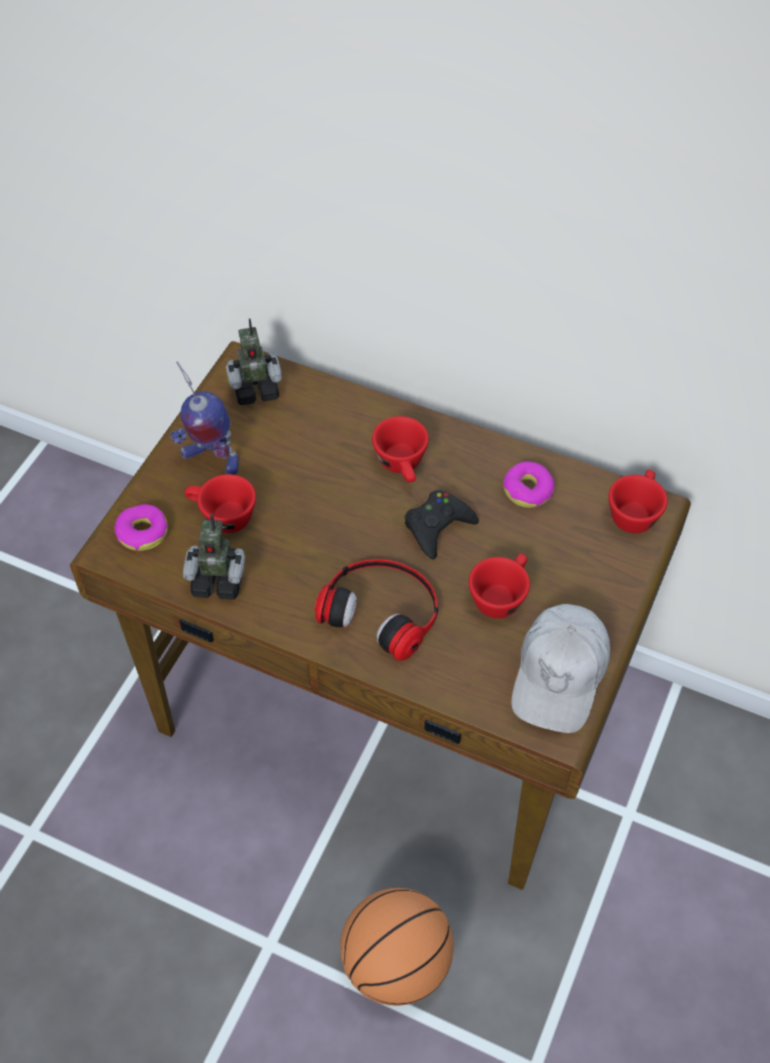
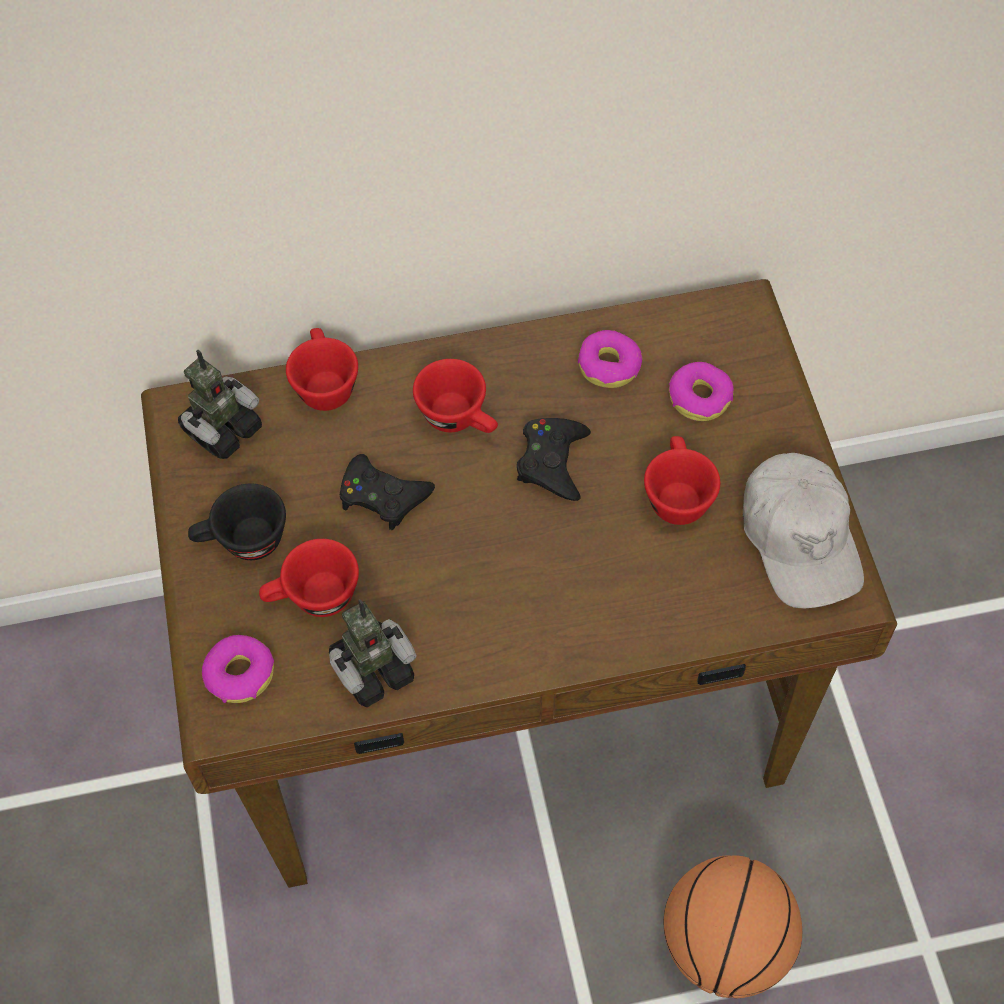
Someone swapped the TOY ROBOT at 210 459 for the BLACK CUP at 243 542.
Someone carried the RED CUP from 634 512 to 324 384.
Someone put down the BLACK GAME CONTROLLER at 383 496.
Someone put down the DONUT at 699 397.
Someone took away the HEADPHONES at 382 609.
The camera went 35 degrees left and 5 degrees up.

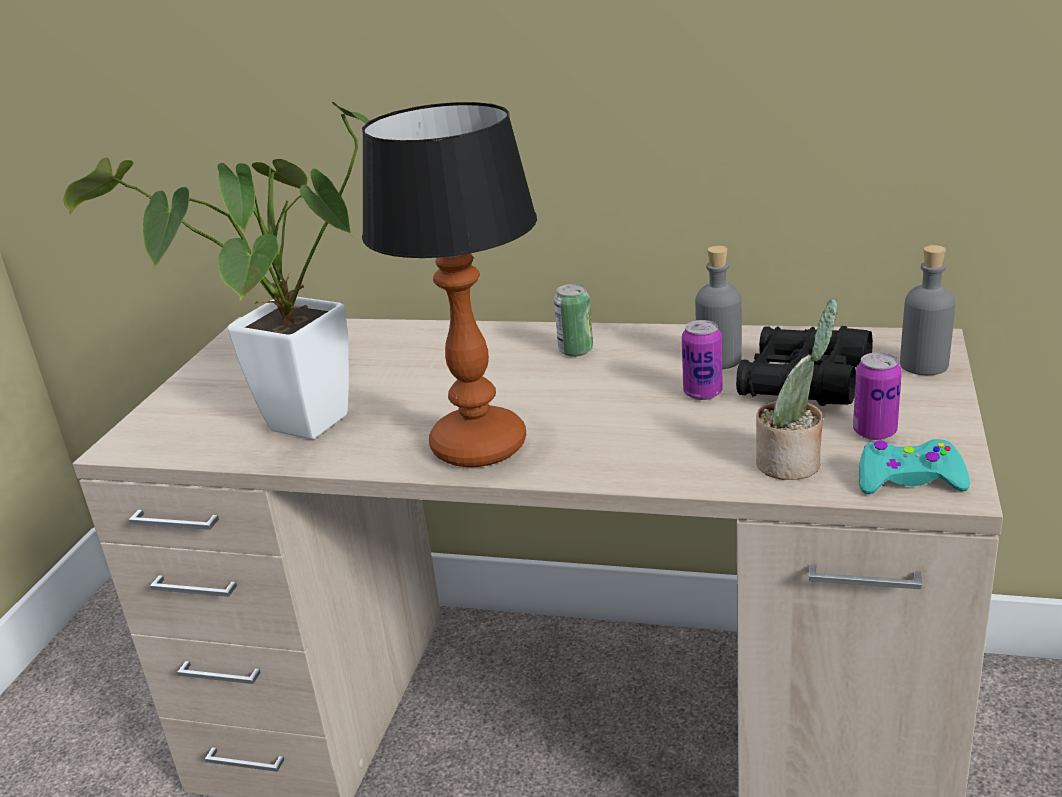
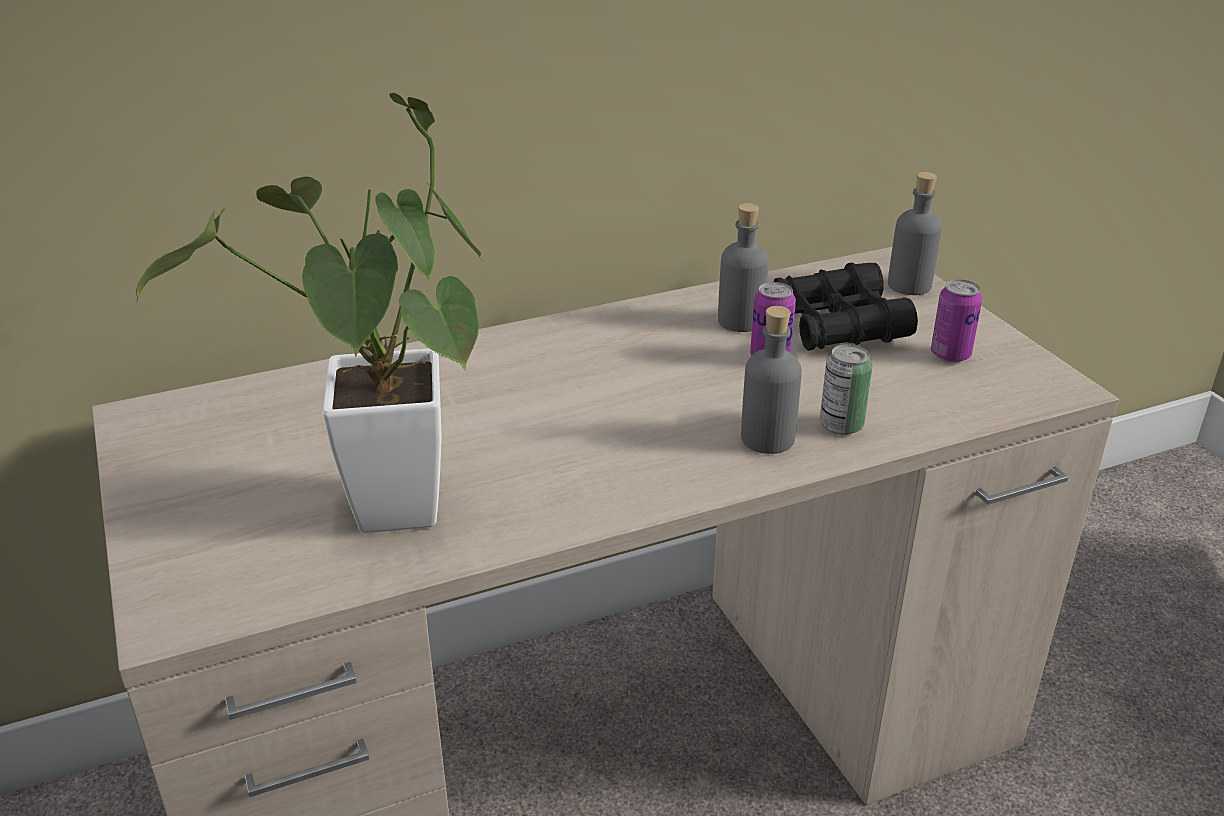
Someone put down the GREY BOTTLE at 767 439.
Someone carried the CAN from 576 350 to 841 425.
Someone took away the TABLE LAMP at 476 446.
Someone took away the POTTED PLANT at 793 463.
Someone took away the TURQUOISE GAME CONTROLLER at 909 480.
The camera went 40 degrees left and 5 degrees up.

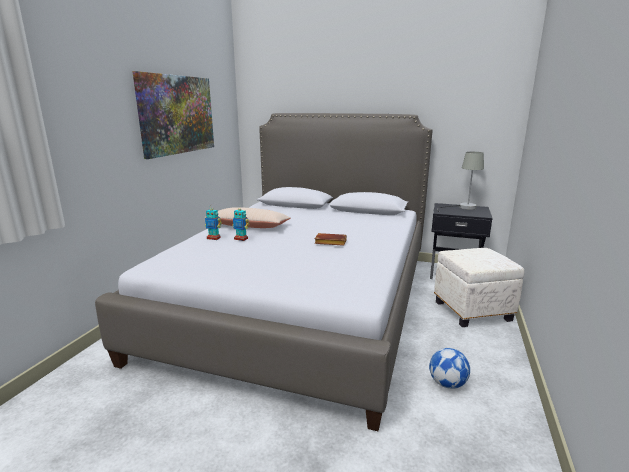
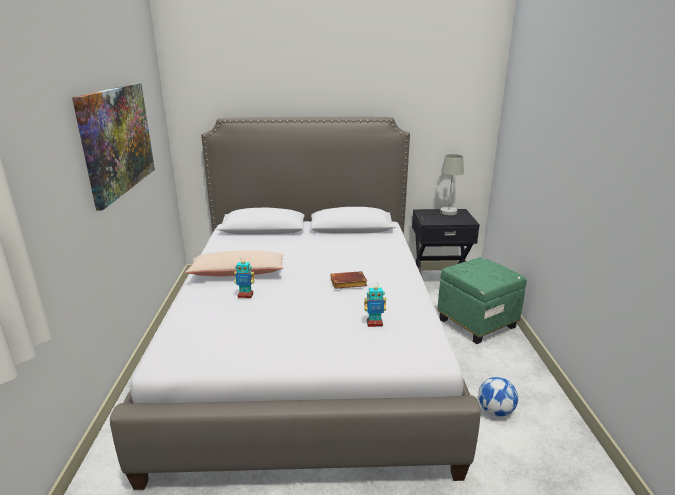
Someone carried the TOY ROBOT from 213 238 to 374 323.
Someone repainted the WHITE OTTOMAN at 471 311, which became the GREEN OTTOMAN at 476 324.
The camera went 20 degrees left and 5 degrees up.

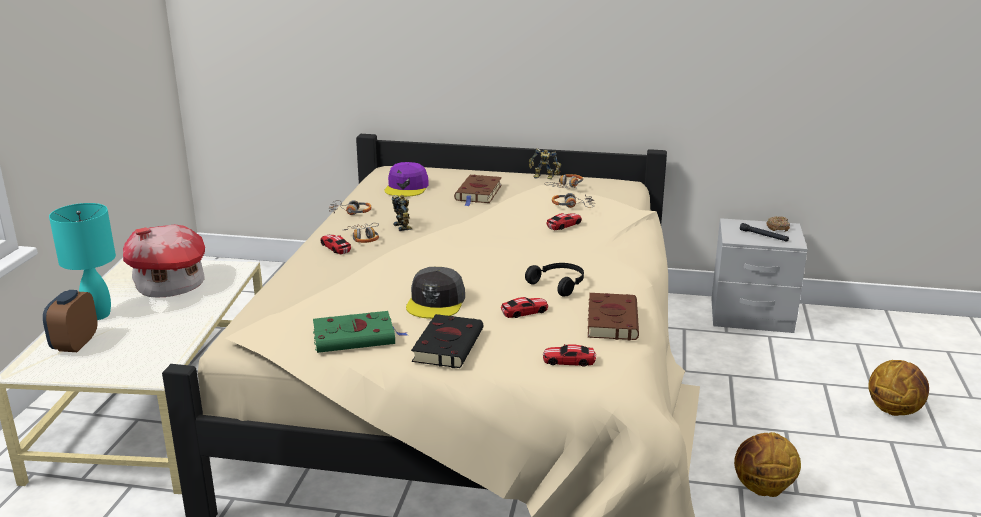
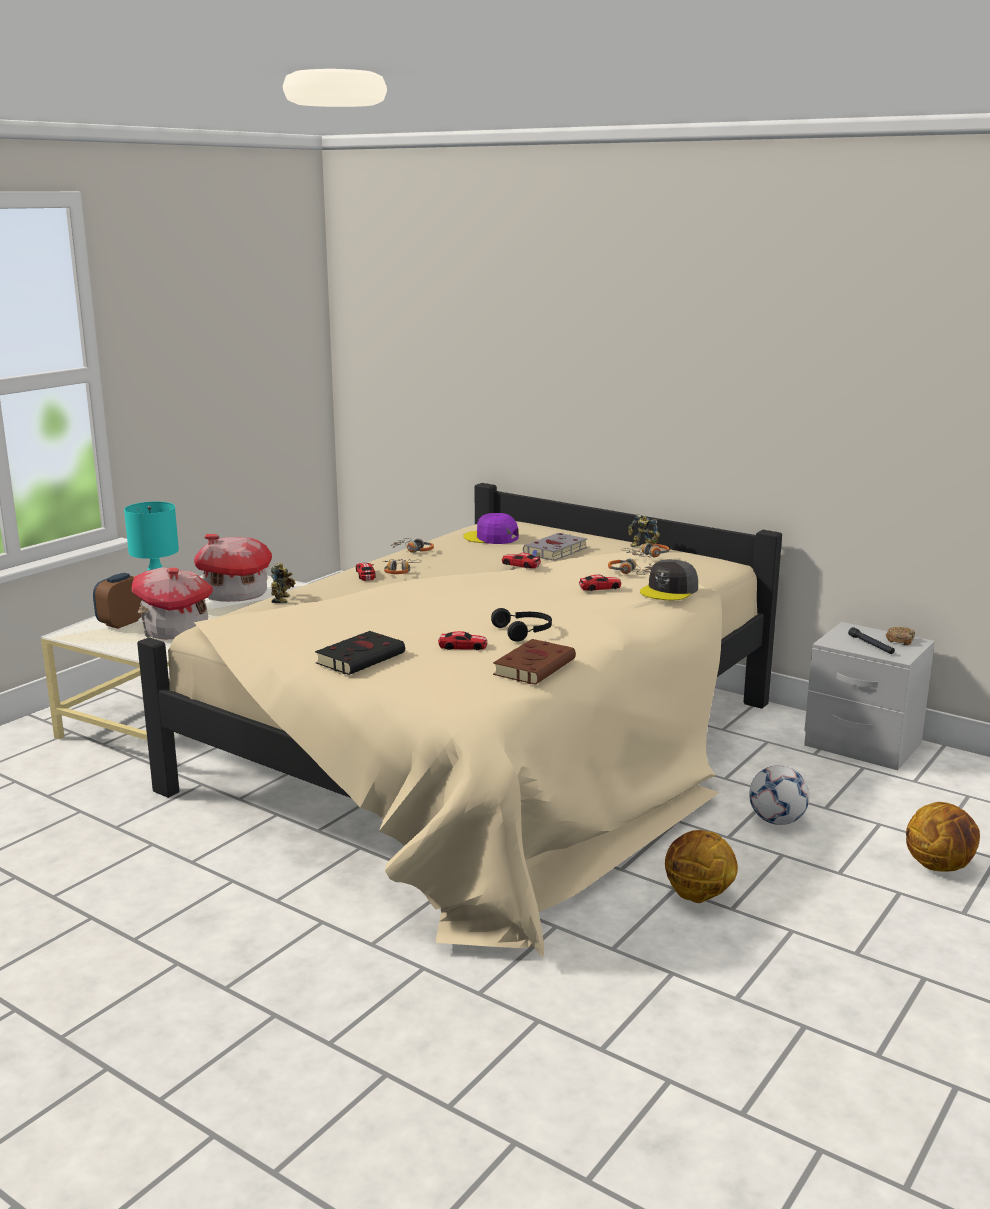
Someone put down the TOY HOUSE at 174 630.
Someone carried the TOY ROBOT from 404 226 to 283 599.
Someone rotated the PURPLE CAP at 407 187 by 75 degrees clockwise.
Someone carried the TOY CAR from 569 360 to 520 564.
Someone repainted the BROWN BOOK at 478 193, which became the GREY BOOK at 554 552.
Someone carried the GREY CAP from 436 302 to 669 590.
Someone put down the FOOTBALL at 776 821.
Someone took away the GREEN BOOK at 356 337.
The camera went 25 degrees right and 5 degrees down.

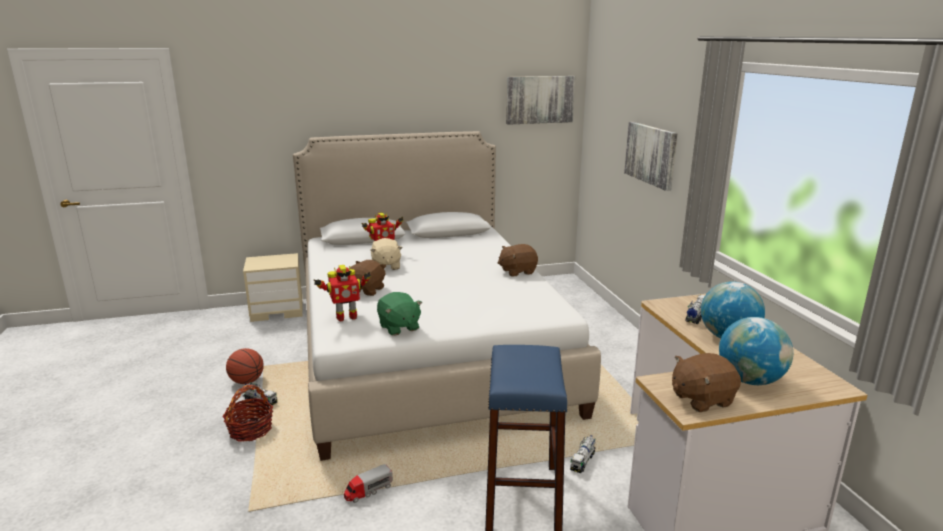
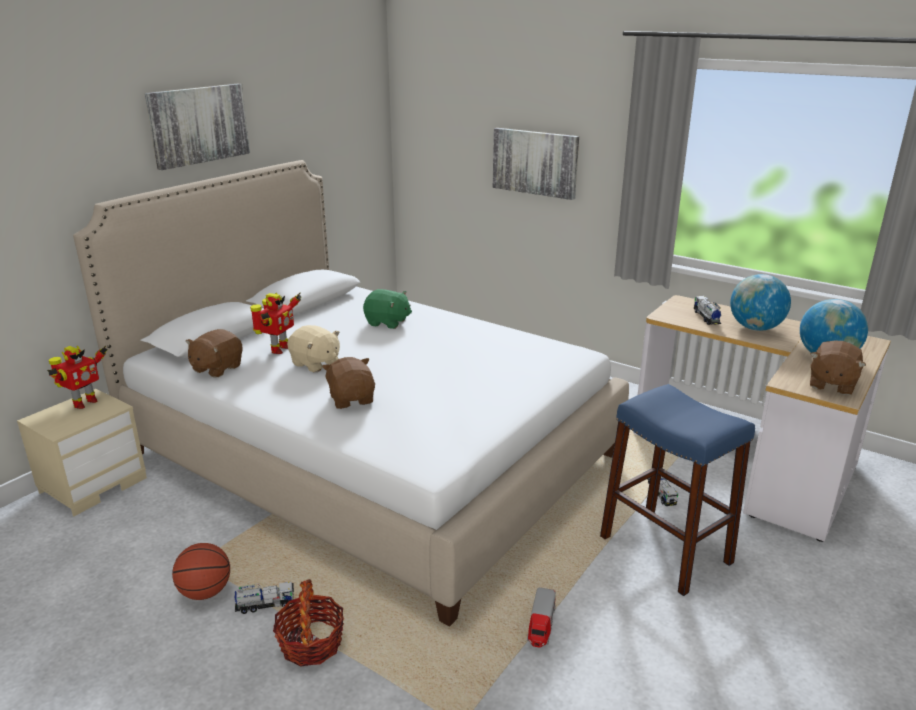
Someone carried the TOY ROBOT from 345 317 to 83 403.
Someone carried the PICTURE from 539 99 to 198 125.
Someone carried the BROWN PLUSH TOY from 517 271 to 216 368.
Someone carried the GREEN PLUSH TOY from 399 327 to 387 322.
The camera went 40 degrees left and 5 degrees up.

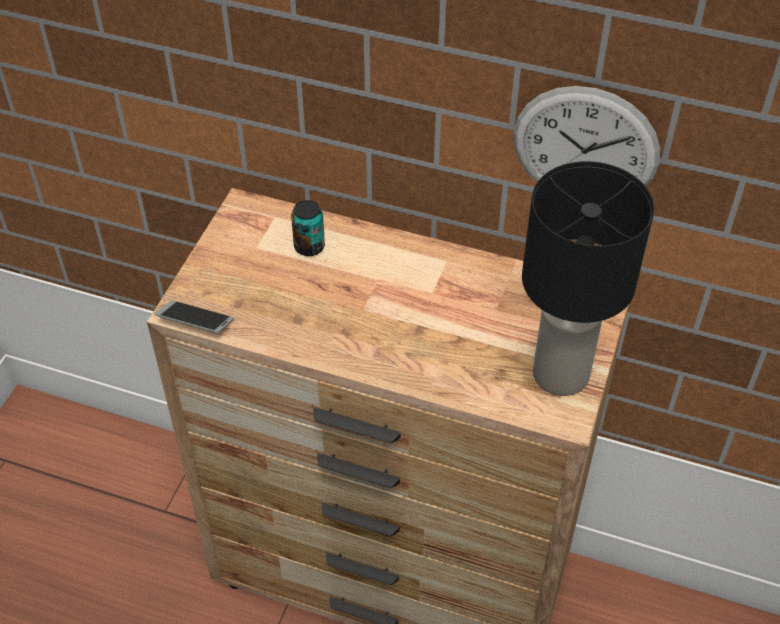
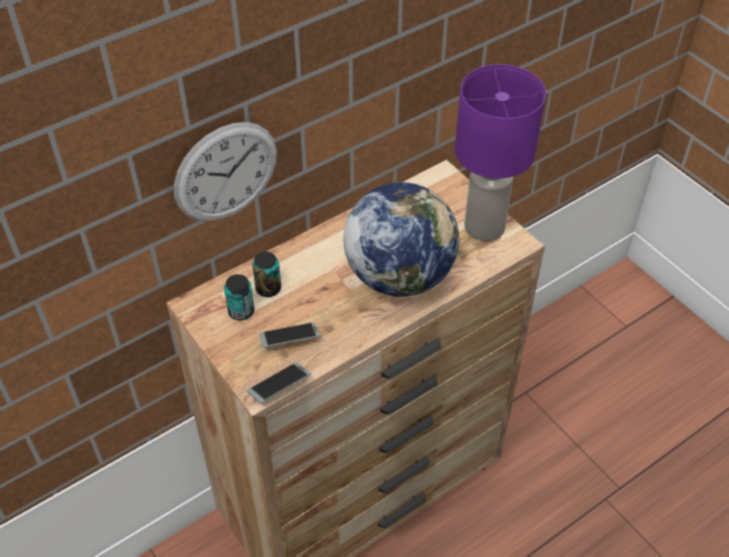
Someone carried the WALL CLOCK from 585 147 to 226 172.
Someone put down the CAN at 241 311.
Someone put down the PHONE at 289 339.
Someone put down the GLOBE at 399 275.
Someone repainted the BLACK TABLE LAMP at 559 374, which became the PURPLE TABLE LAMP at 483 228.
The camera went 55 degrees left and 0 degrees up.

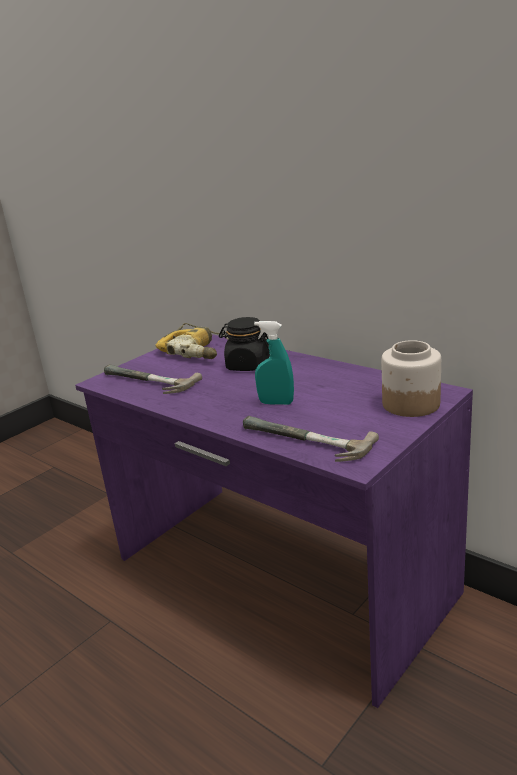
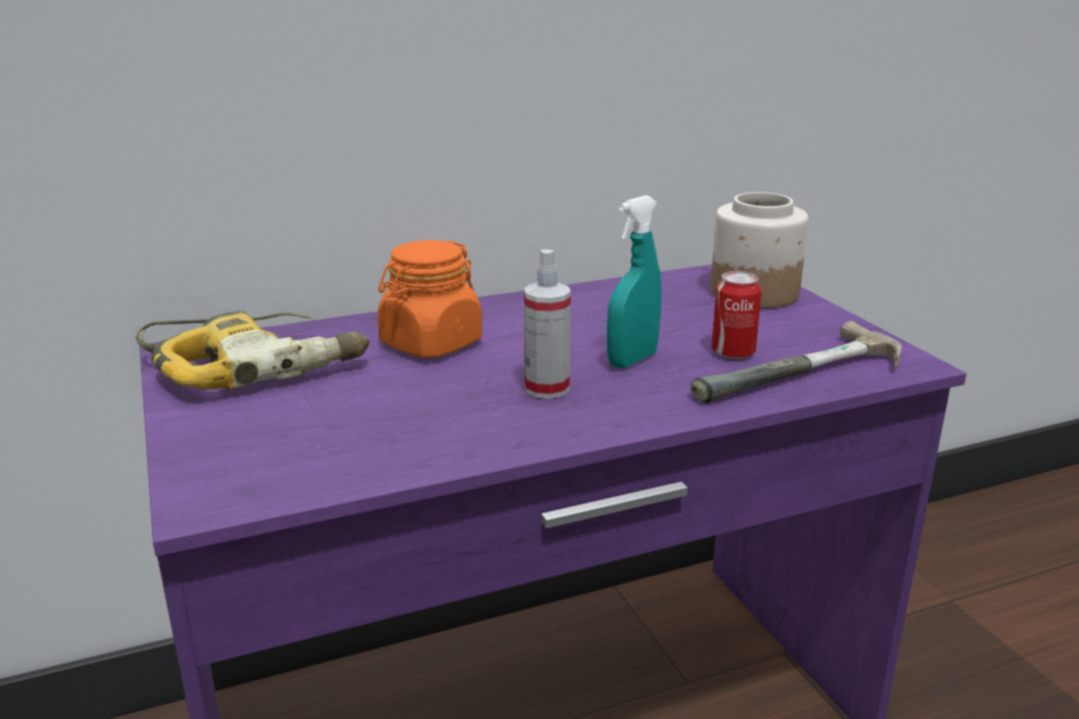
Someone repainted the BLACK JAR at 248 365, which became the ORANGE JAR at 430 344.
Someone put down the SPRAY BOTTLE at 546 388.
Someone put down the CAN at 733 352.
Someone took away the HAMMER at 144 383.
The camera went 65 degrees left and 0 degrees up.

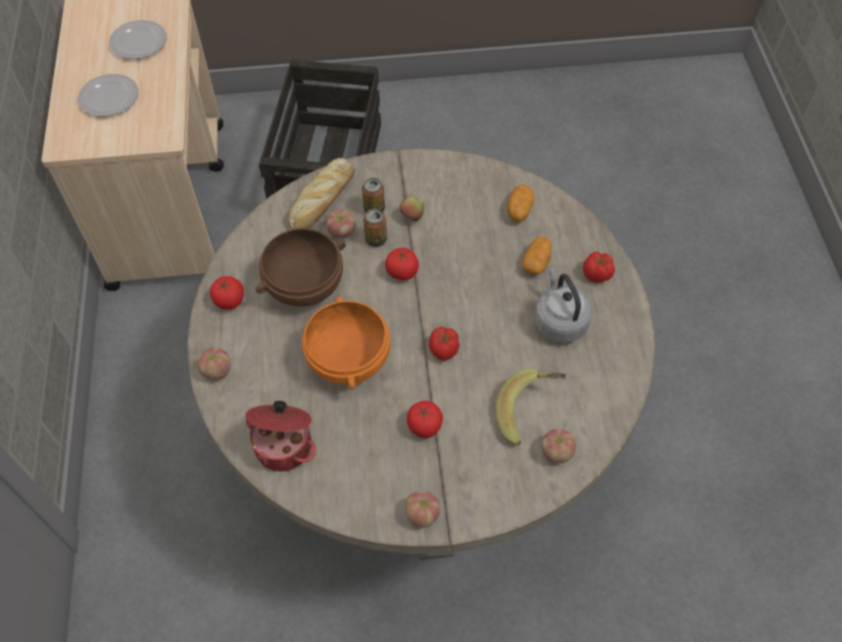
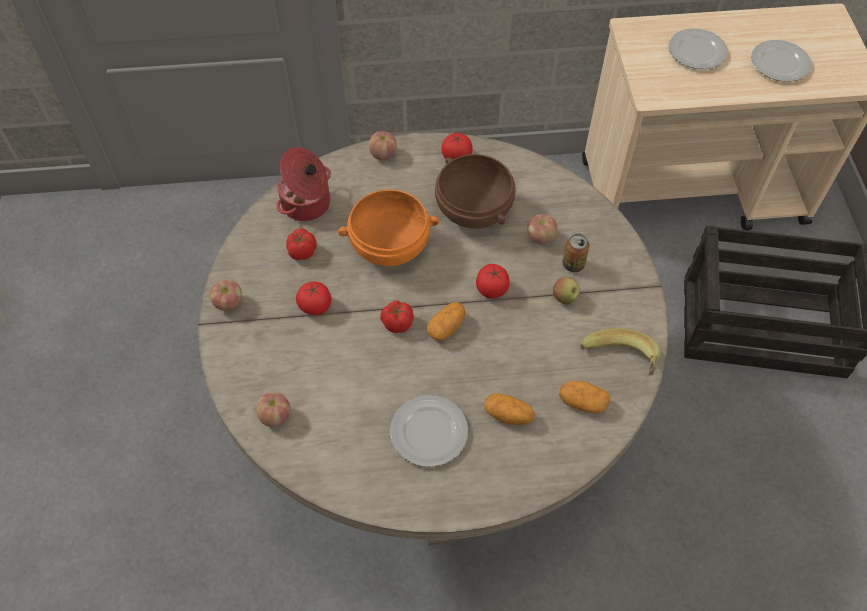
Someone carried the TOMATO from 597 274 to 302 252.
Someone swapped the GREY KETTLE at 559 321 for the PLATE at 429 432.
Someone put down the POTATO at 446 327.
Someone carried the BANANA from 529 412 to 619 364.
Someone took away the BREAD at 322 201.
Someone took away the CAN at 376 239.
The camera went 90 degrees right and 0 degrees up.

